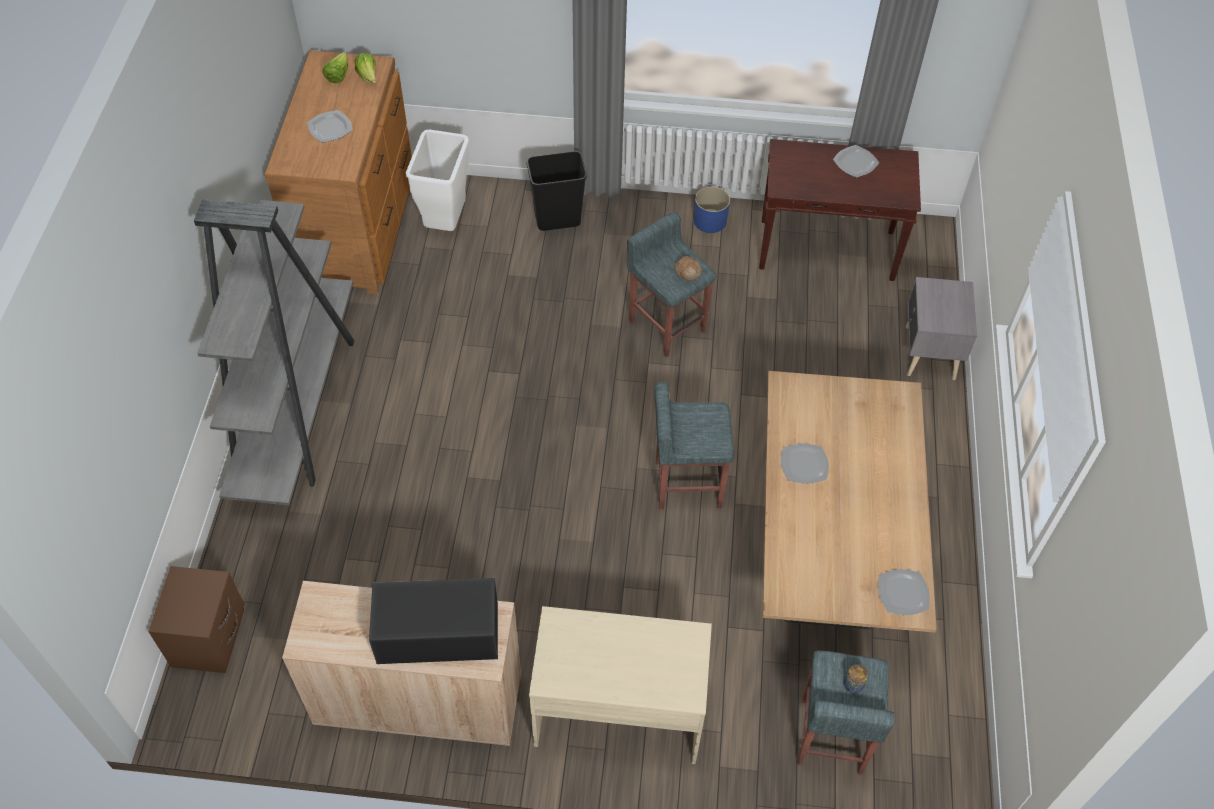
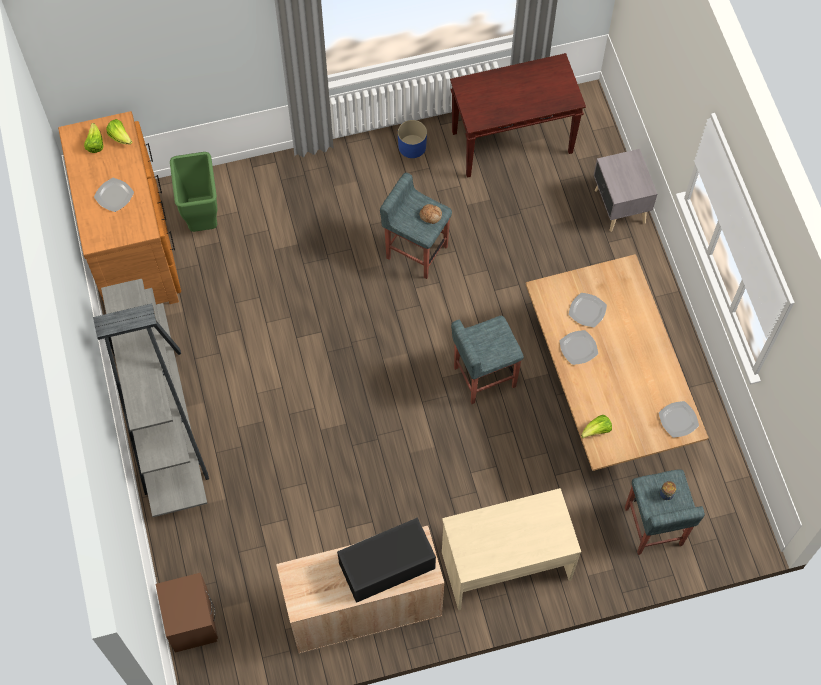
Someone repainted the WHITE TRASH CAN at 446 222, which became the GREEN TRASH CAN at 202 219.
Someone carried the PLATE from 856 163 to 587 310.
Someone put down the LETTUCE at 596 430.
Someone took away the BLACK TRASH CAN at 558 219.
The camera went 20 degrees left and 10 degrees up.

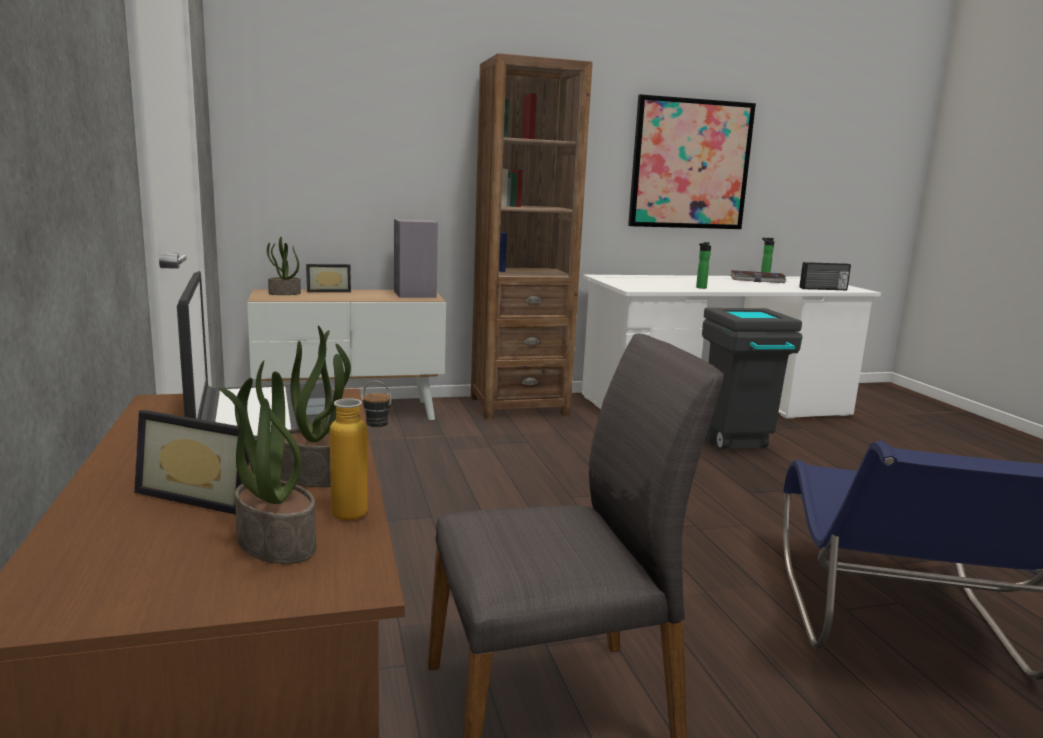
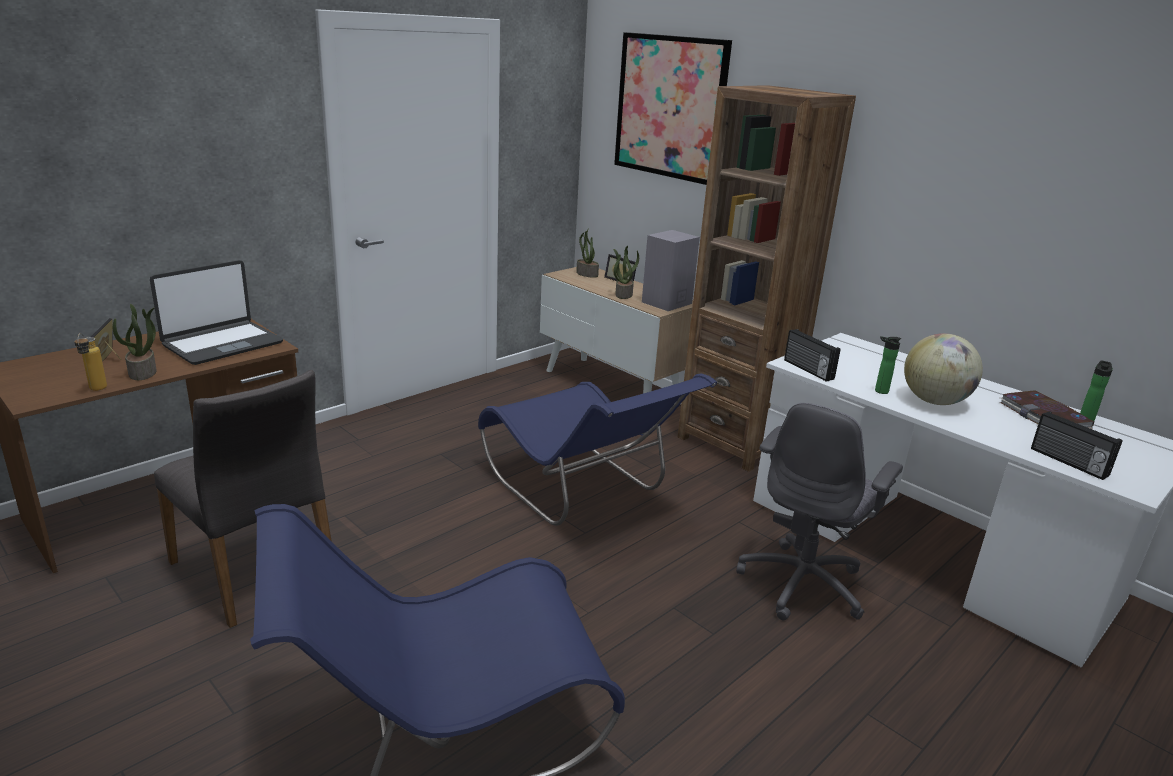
Someone put down the BLUE CHAIR at 583 492.
Someone carried the POTTED PLANT from 274 543 to 623 294.
Someone carried the PICTURE from 690 164 to 670 107.
Someone swapped the GREY TRASH CAN at 738 446 for the GREY OFFICE CHAIR at 803 583.
Someone put down the RADIO at 807 370.
Someone put down the GLOBE at 934 401.
The camera went 60 degrees right and 10 degrees up.

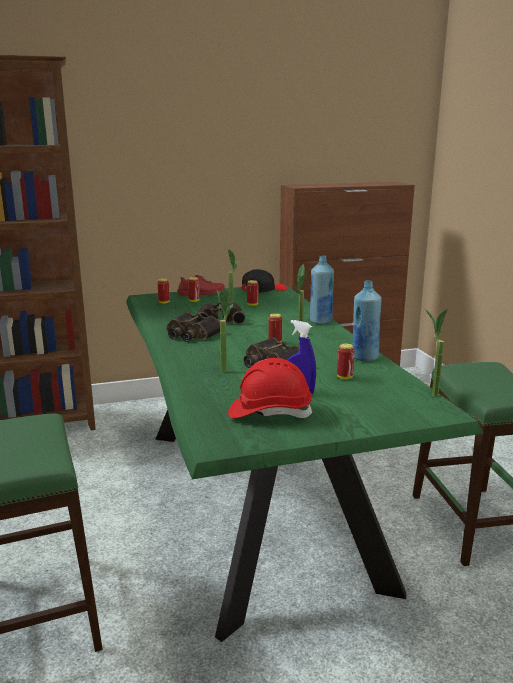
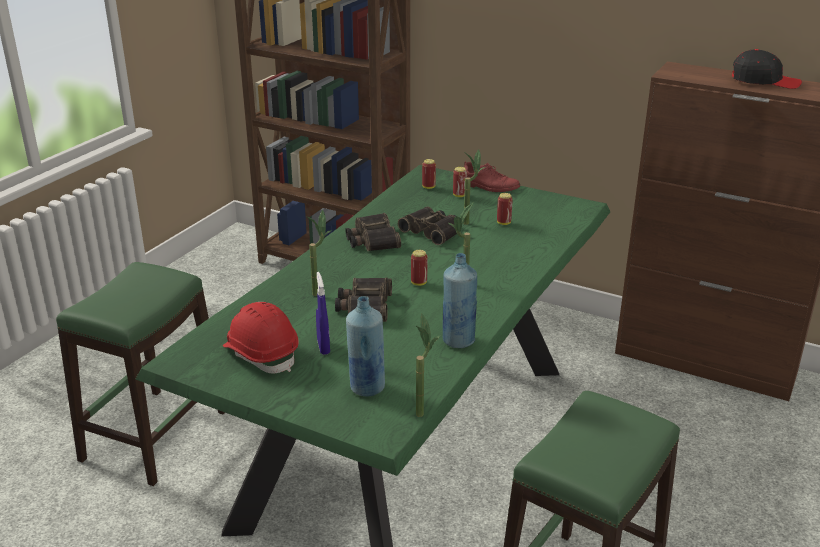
Someone carried the BLUE BOTTLE from 320 321 to 366 387.
Someone carried the BLACK CAP from 263 289 to 764 81.
Someone took away the CAN at 344 377.
The camera went 45 degrees right and 10 degrees up.

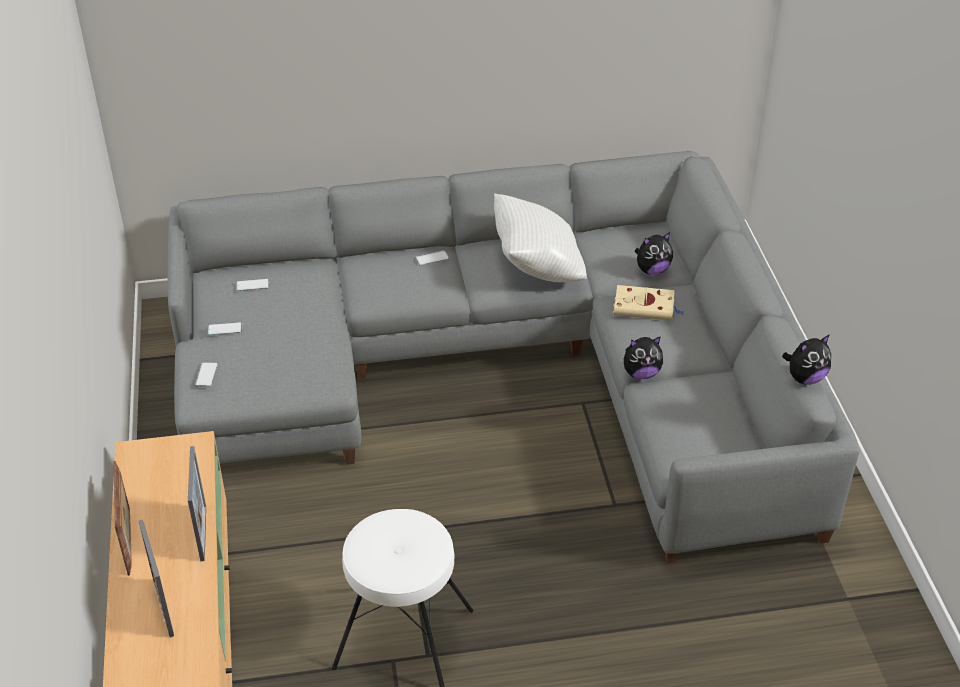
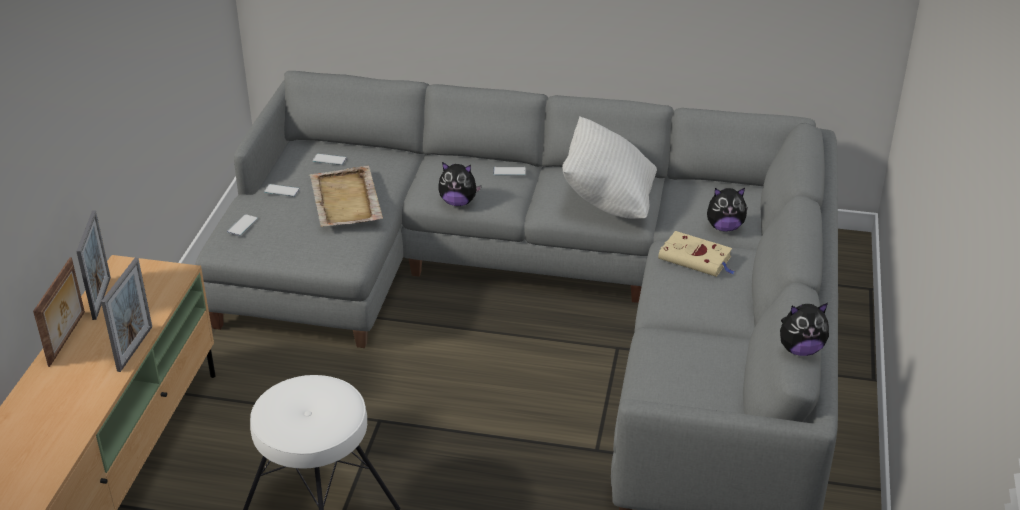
Someone carried the PICTURE FRAME from 163 608 to 101 298.
Someone put down the BEIGE TRAY at 345 200.
Someone carried the PLUSH TOY from 641 373 to 458 202.
The camera went 20 degrees right and 5 degrees down.

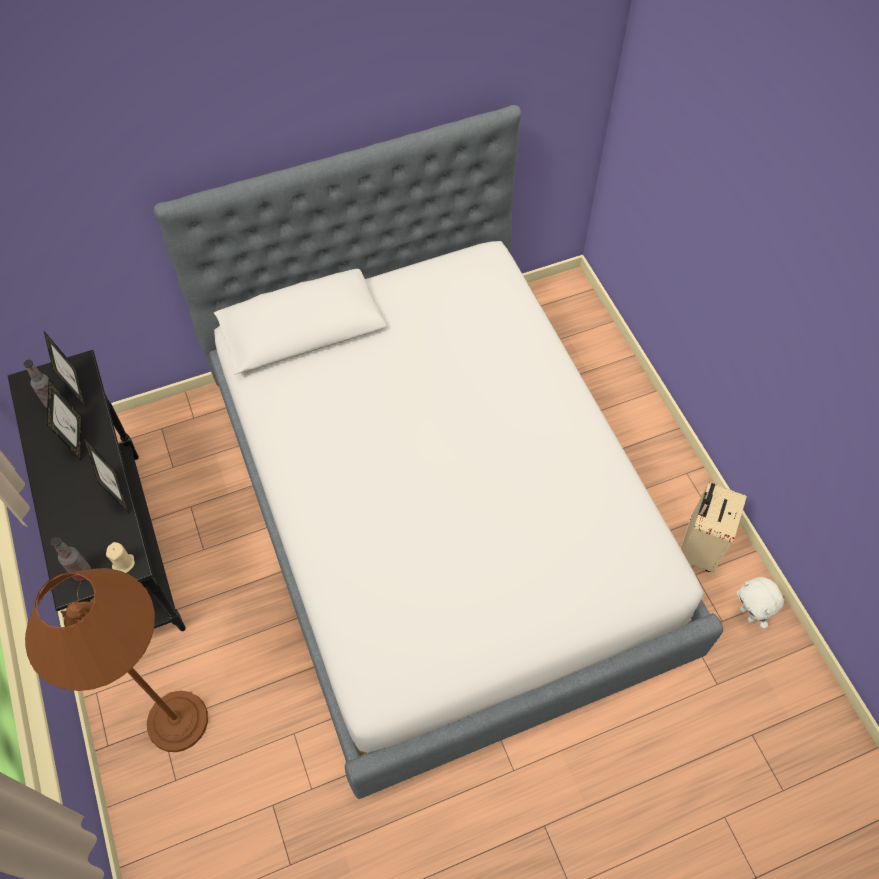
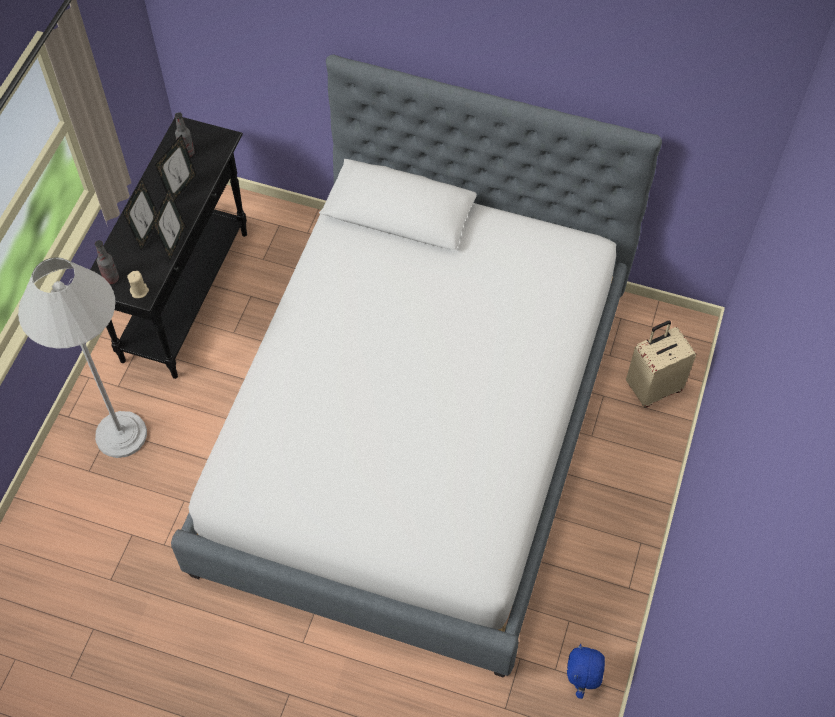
Someone repainted the BROWN FLOOR LAMP at 177 721, which became the WHITE FLOOR LAMP at 121 434.
Someone carried the PICTURE FRAME from 76 388 to 147 232.
Someone repainted the WHITE PLUSH TOY at 748 614, which became the BLUE PLUSH TOY at 581 681.
Someone carried the BEIGE SUITCASE from 697 547 to 653 387.
The camera went 40 degrees right and 0 degrees up.

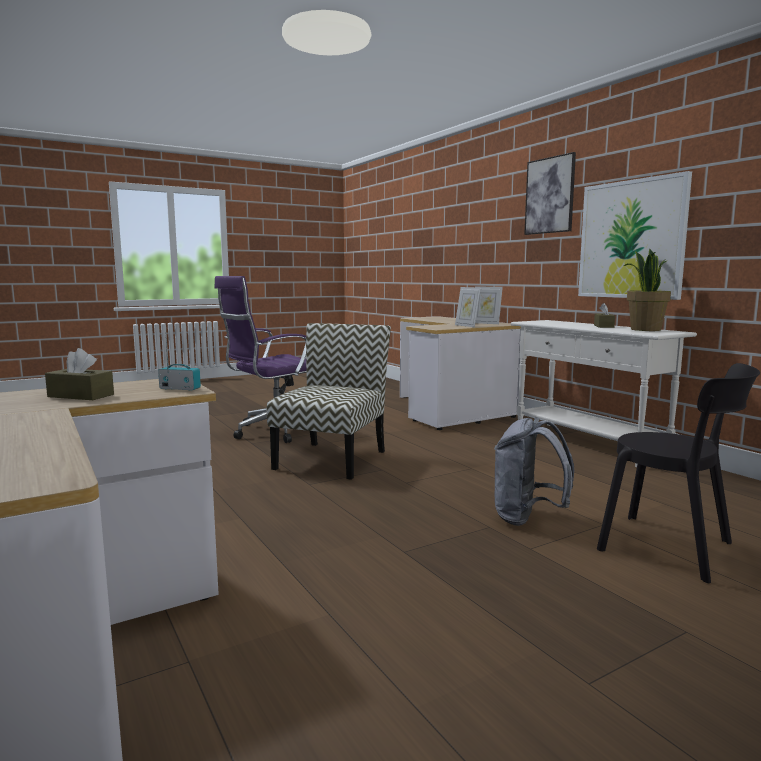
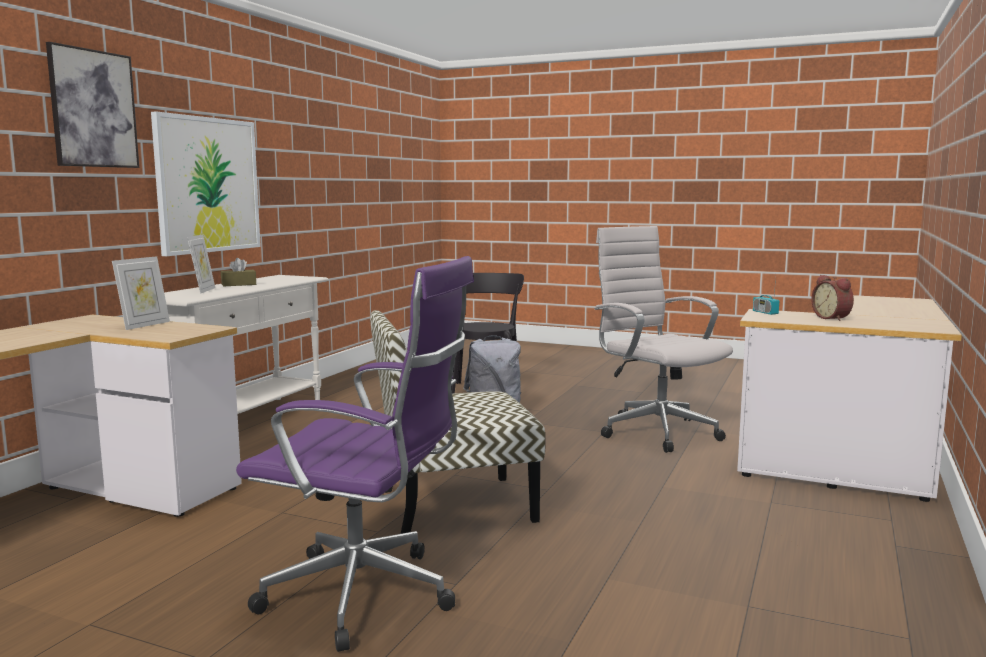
Someone carried the PICTURE FRAME from 486 323 to 203 290.
Someone put down the WHITE OFFICE CHAIR at 655 431.
Someone swapped the BROWN TISSUE BOX at 81 395 for the ALARM CLOCK at 832 318.
Someone took away the POTTED PLANT at 644 329.
The camera went 125 degrees left and 0 degrees up.

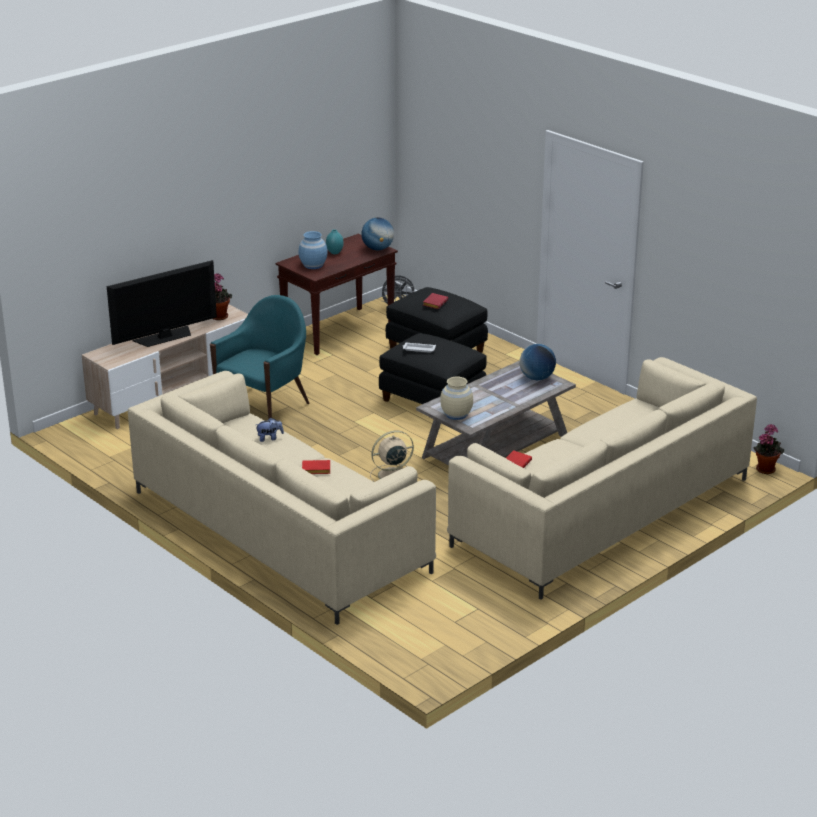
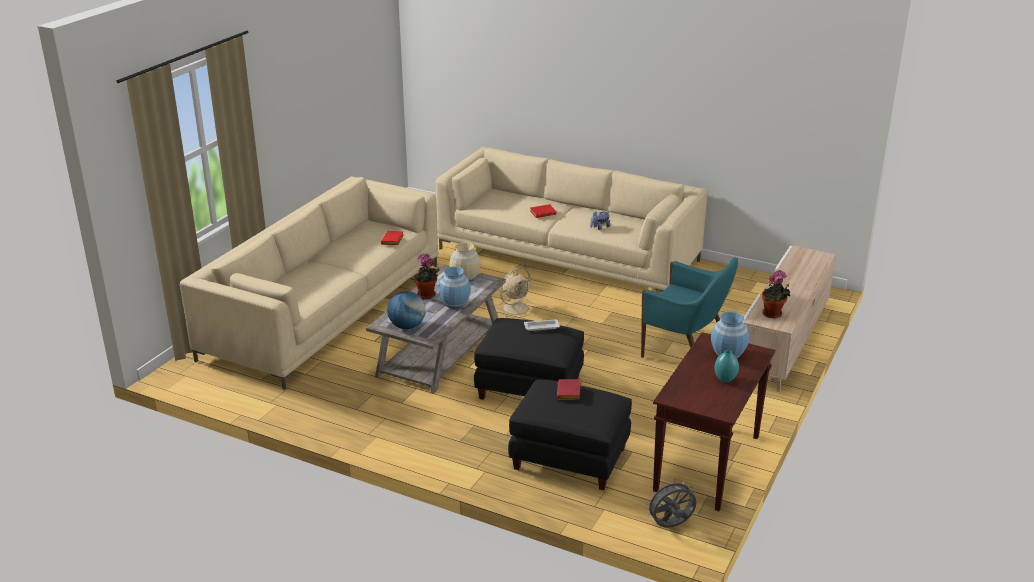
Someone carried the POTTED PLANT from 765 468 to 426 296.
Someone put down the BLUE VASE at 455 303.
Someone rotated the TURQUOISE ARMCHAIR at 264 405 by 75 degrees counterclockwise.
Someone took away the TELEVISION at 165 337.
Someone took away the GLOBE at 377 249.
The camera went 160 degrees right and 0 degrees up.

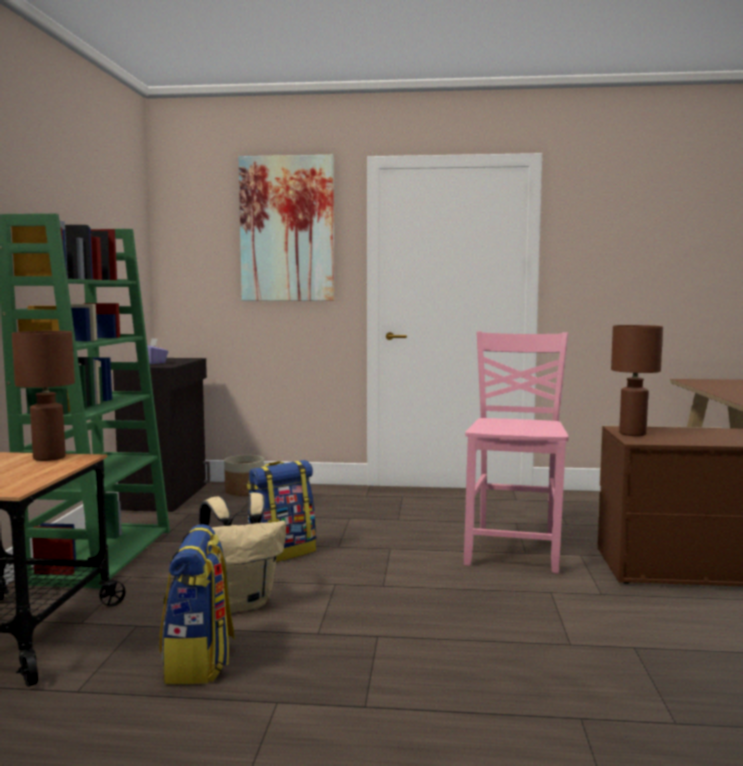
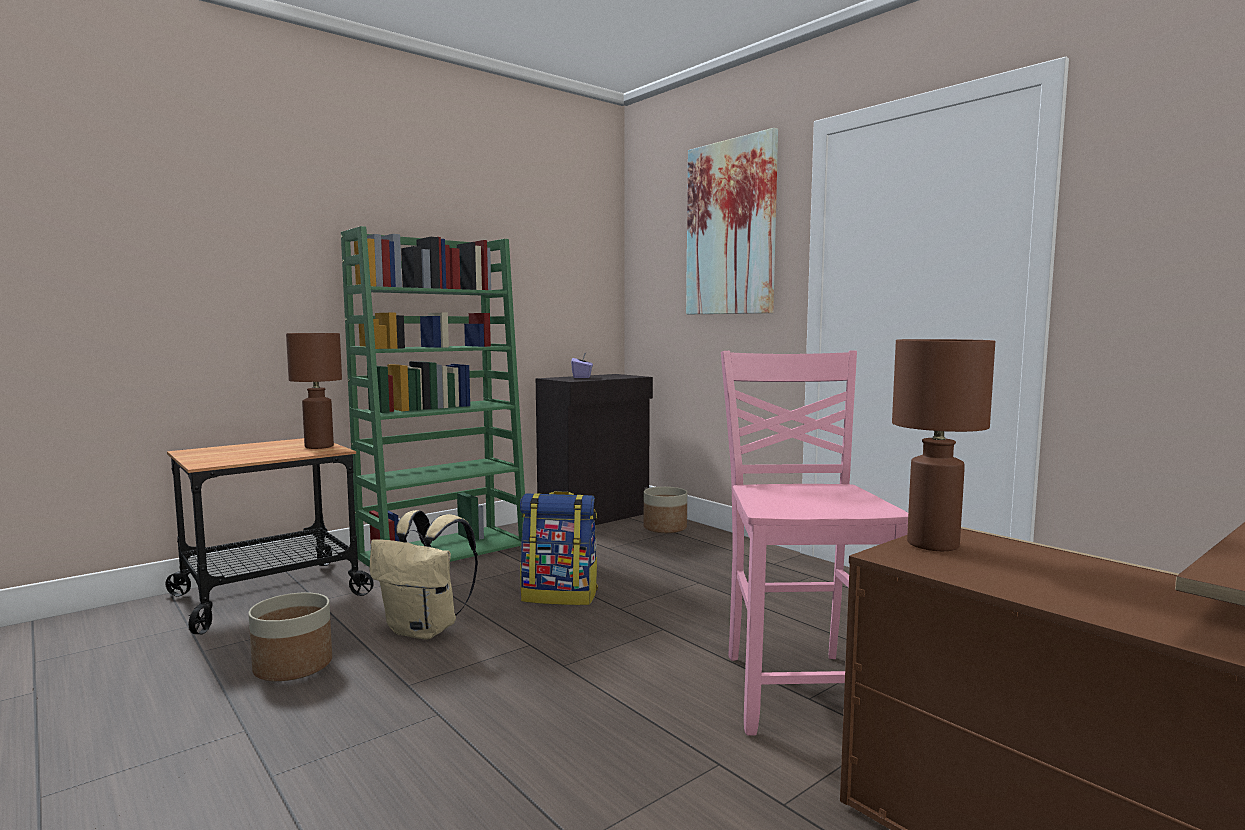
Someone swapped the BACKPACK at 199 662 for the PLANTER at 293 666.
Someone rotated the PINK CHAIR at 514 550 by 60 degrees counterclockwise.
The camera went 45 degrees right and 0 degrees up.

